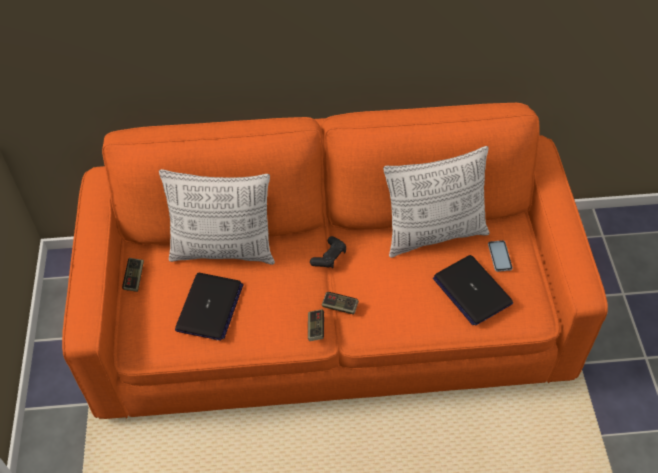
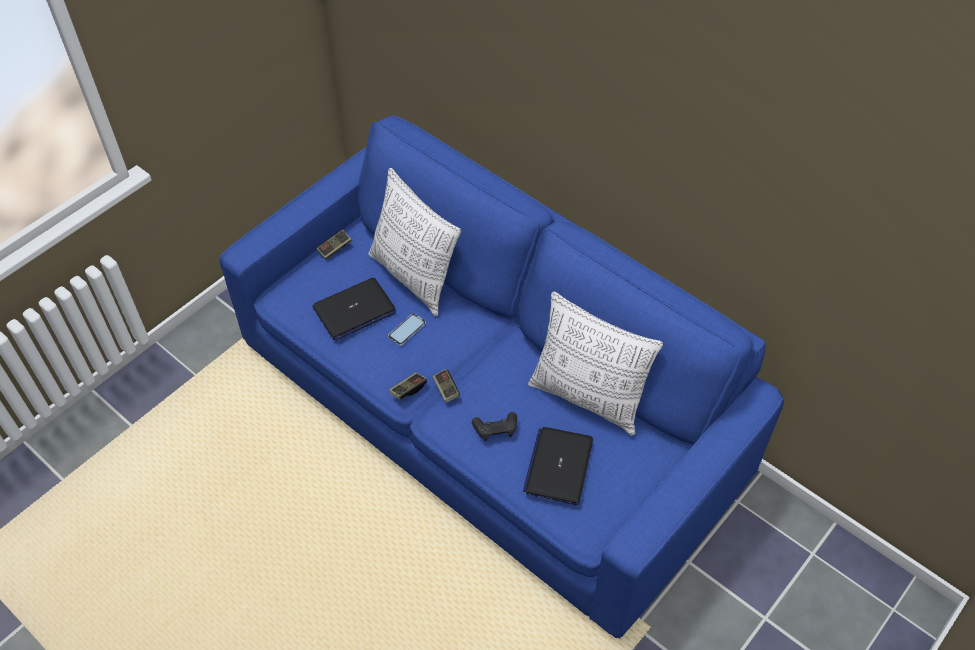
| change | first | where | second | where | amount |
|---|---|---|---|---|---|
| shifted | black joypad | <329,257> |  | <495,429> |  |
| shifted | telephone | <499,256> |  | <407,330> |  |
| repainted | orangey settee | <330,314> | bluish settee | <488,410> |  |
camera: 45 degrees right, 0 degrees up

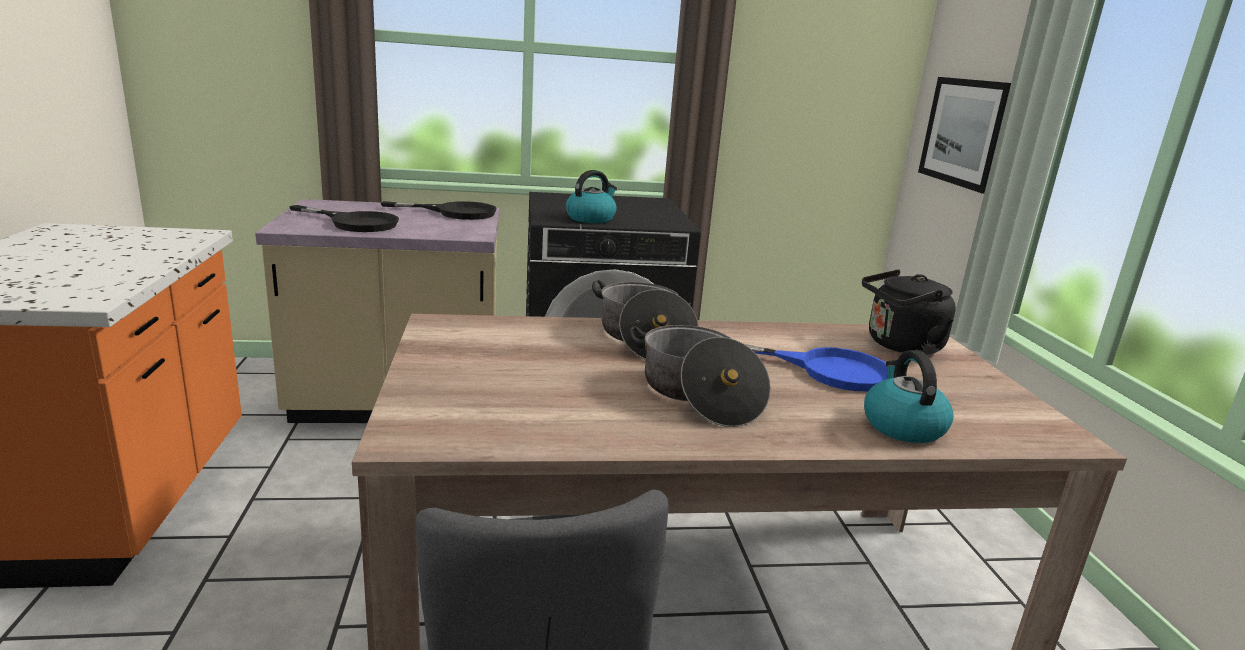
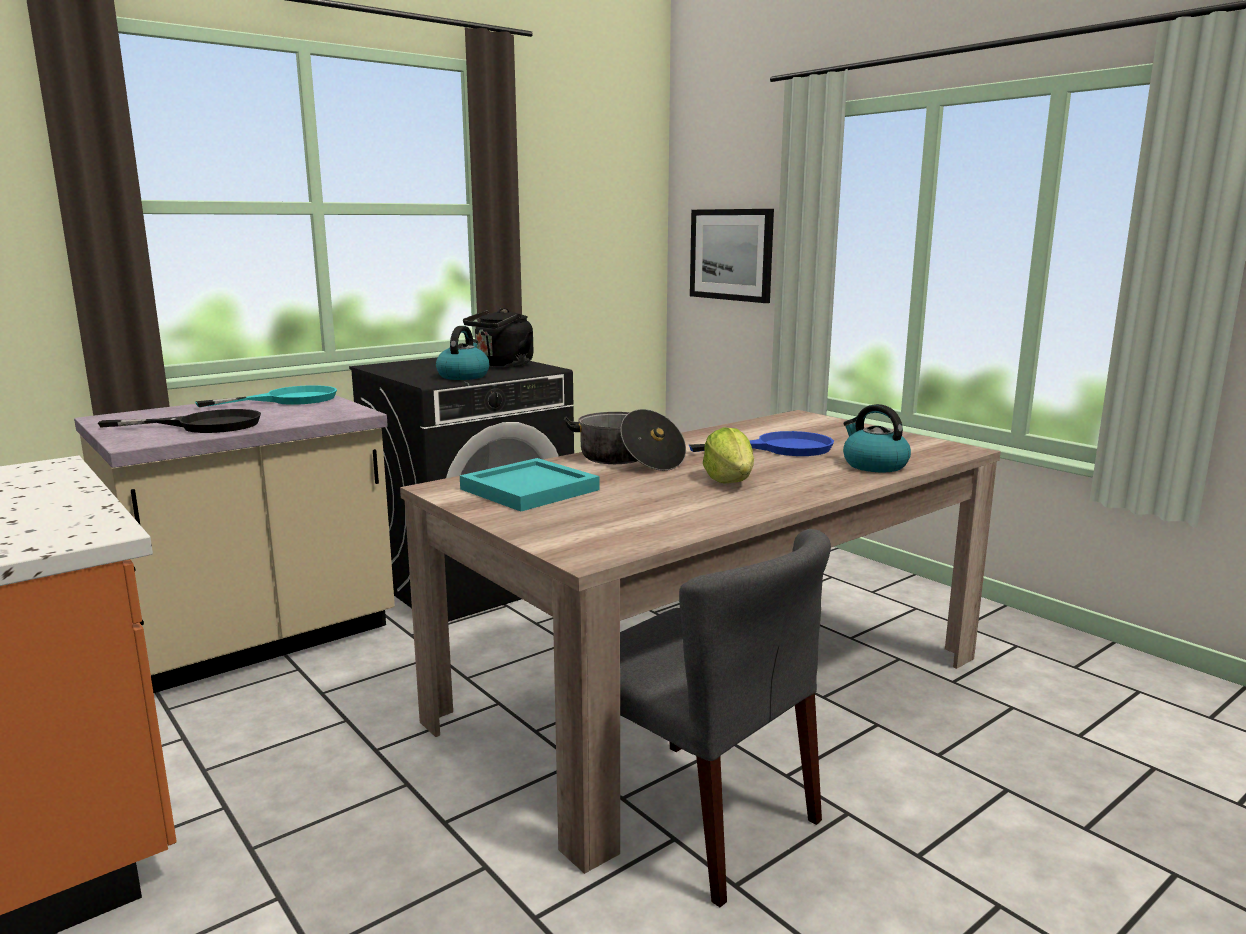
| change | first | where | second | where | amount |
|---|---|---|---|---|---|
| new |  |  | blue-green serving tray | <532,489> |  |
| shifted | black tea kettle | <900,346> |  | <502,365> |  |
| swapped | cooking pot | <697,394> | lettuce | <729,480> |  |
| repainted | black frying pan | <455,212> | blue-green frying pan | <288,400> |  |
camera: 30 degrees left, 5 degrees down

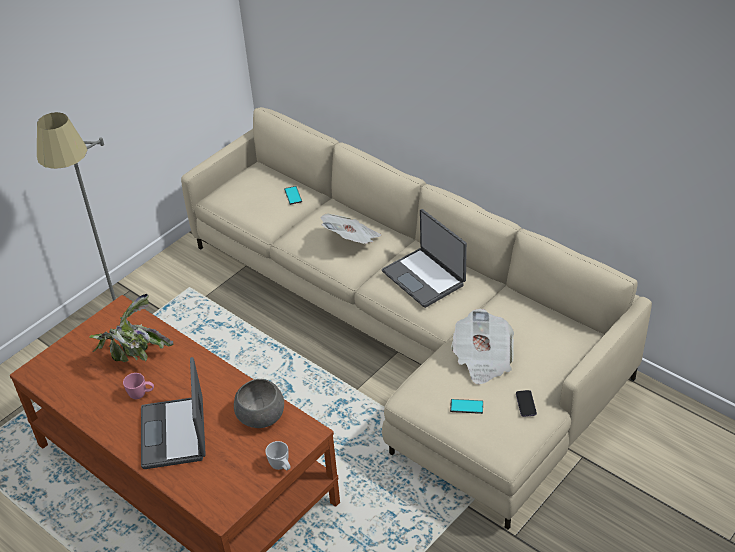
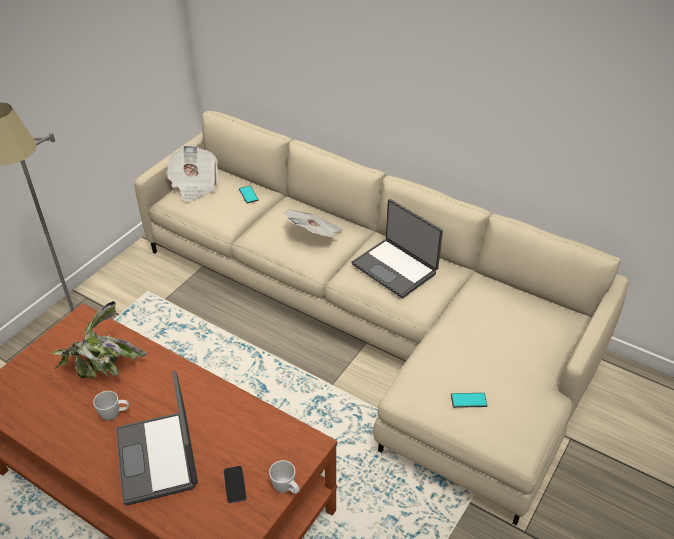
| change | first | where | second | where | amount |
|---|---|---|---|---|---|
| gone | grey deep dish | <260,415> |  |  |  |
| shifted | newspaper | <482,359> |  | <194,185> |  |
| shifted | telephone | <525,404> |  | <235,485> |  |
| repainted | pink-coloured mug | <141,395> | white mug | <115,414> |  |
camera: 10 degrees left, 0 degrees up

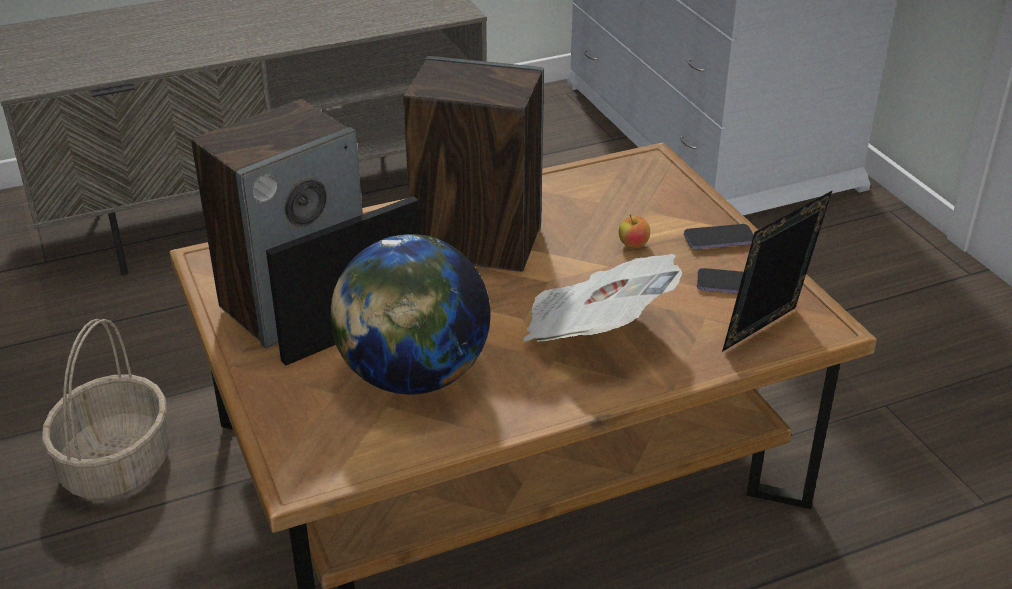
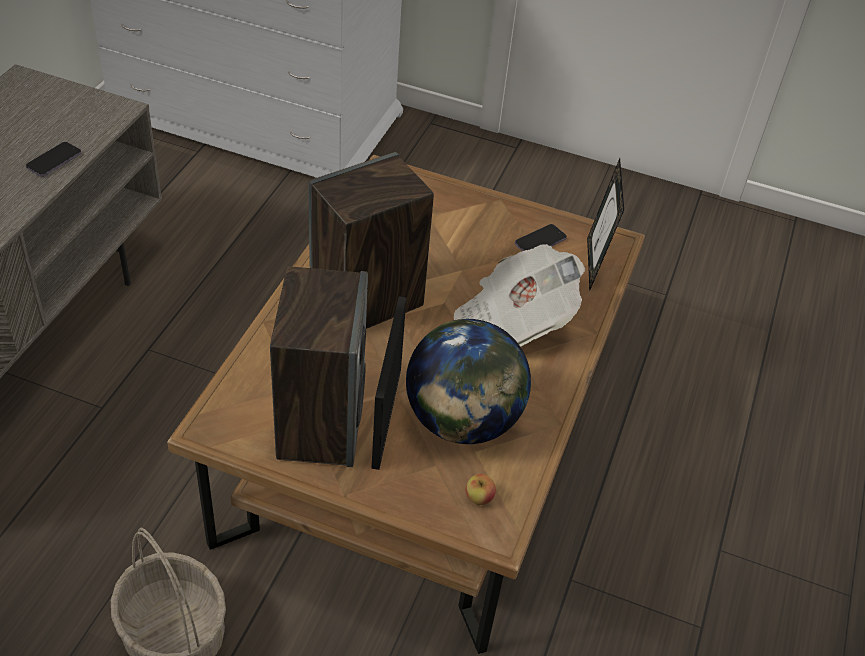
| change | first | where | second | where | amount |
|---|---|---|---|---|---|
| shifted | apple fruit | <633,245> |  | <479,498> |  |
| shifted | telephone | <719,239> |  | <54,161> |  |
camera: 50 degrees left, 10 degrees up

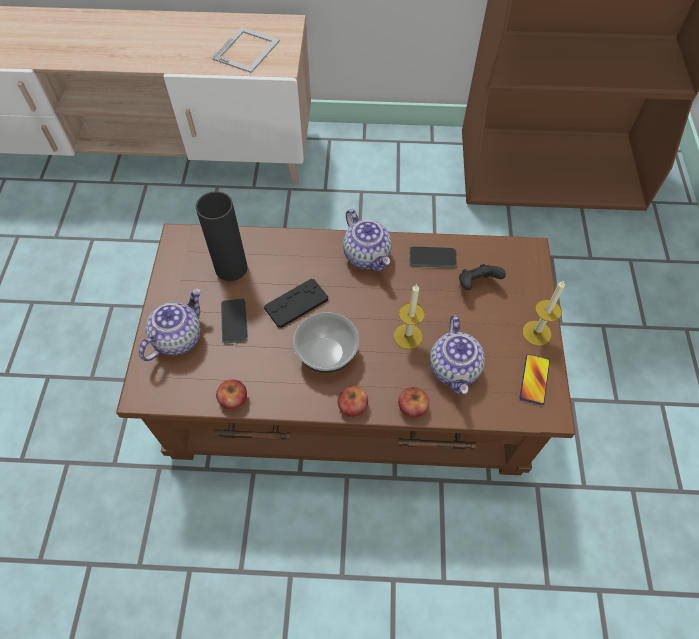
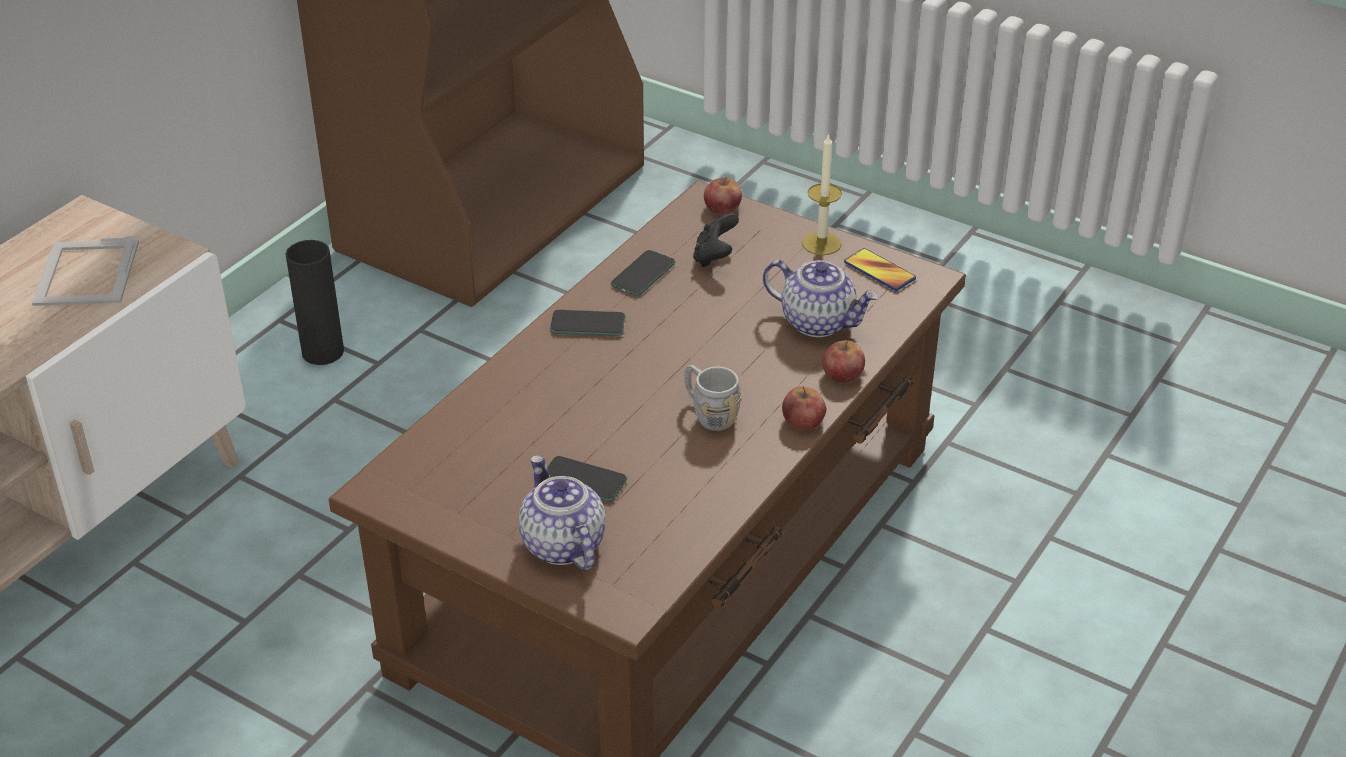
| change | first | where | second | where | amount |
|---|---|---|---|---|---|
| gone | black joypad | <296,304> |  |  |  |
| gone | candle | <408,336> |  |  |  |
| shifted | black flower vase | <231,268> |  | <323,352> |  |
| shifted | apple fruit | <233,399> |  | <722,207> |  |
| swapped | deep dish | <327,353> | grey mug | <709,414> |  |
| swapped | tea pot | <367,255> | telephone | <587,325> |  |
| rotated | picture frame | <247,49> |  | <85,274> | 150 degrees counterclockwise |
camera: 60 degrees left, 20 degrees down

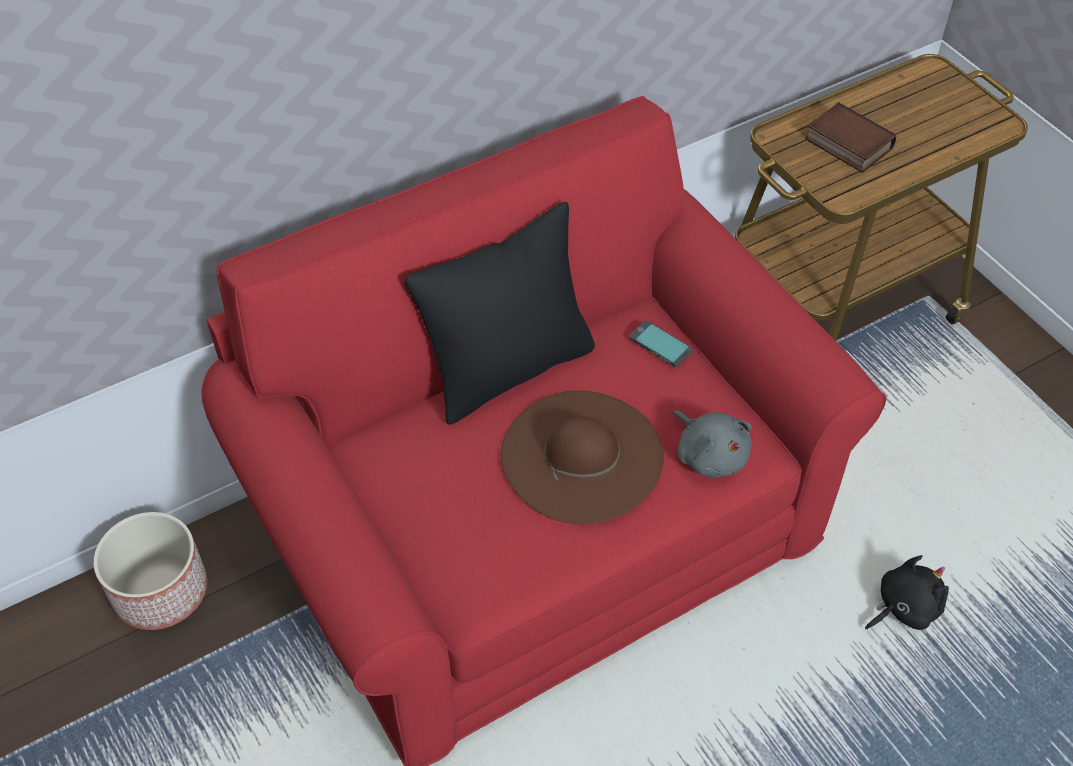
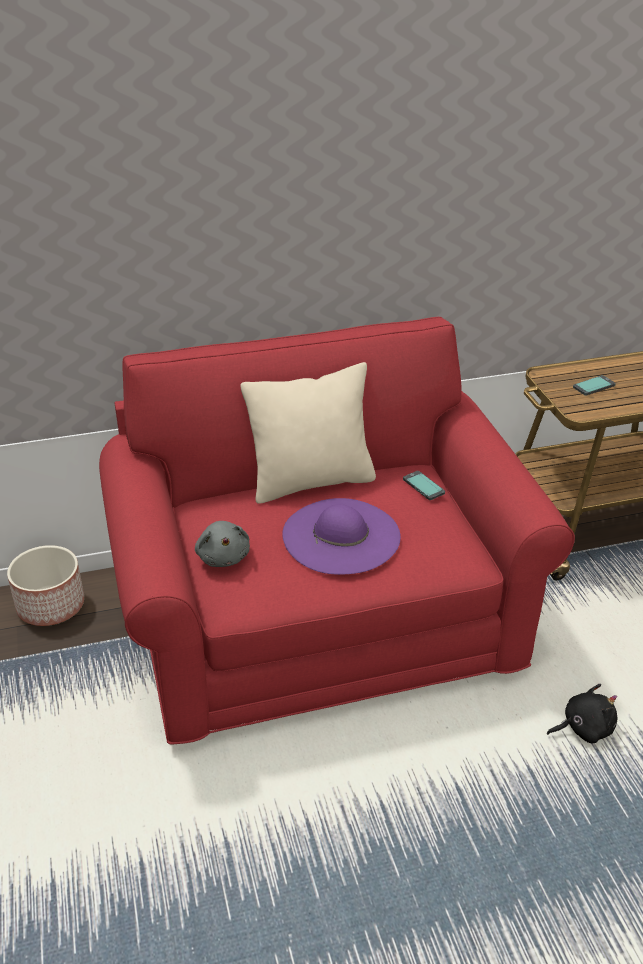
| change | first | where | second | where | amount |
|---|---|---|---|---|---|
| shifted | grey plush toy | <710,455> |  | <223,556> |  |
| swapped | bound book | <846,144> | telephone | <593,386> |  |
| repainted | black throw pillow | <509,370> | sand-coloured throw pillow | <311,482> |  |
| repainted | brown-coloured clothing hat | <582,455> | purple-coloured clothing hat | <341,536> |  |
camera: 15 degrees right, 15 degrees down

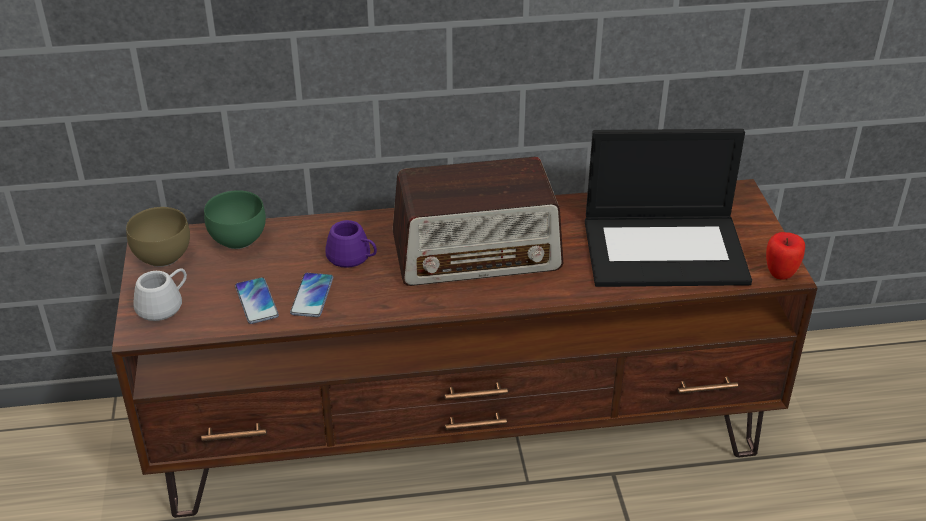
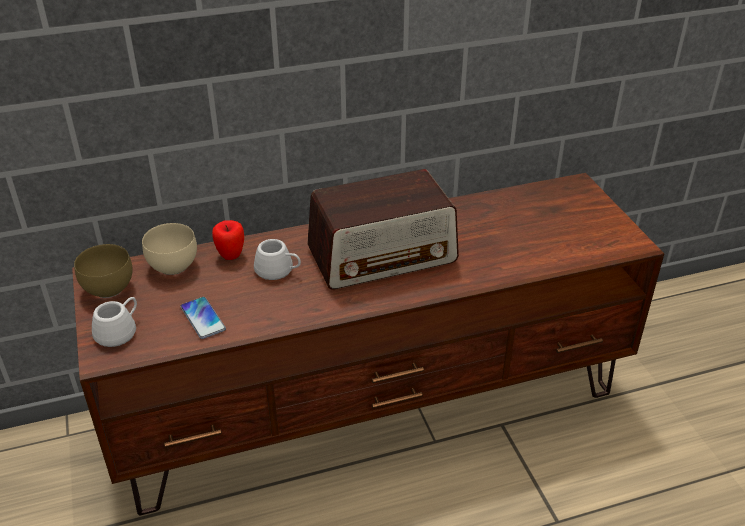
| change | first | where | second | where | amount |
|---|---|---|---|---|---|
| gone | telephone | <312,296> |  |  |  |
| gone | laptop | <666,250> |  |  |  |
| shifted | apple fruit | <780,274> |  | <231,255> |  |
| repainted | greenish deep dish | <240,240> | sand-coloured deep dish | <175,266> |  |
| repainted | purple-coloured mug | <353,257> | white mug | <278,271> |  |
camera: 10 degrees left, 0 degrees up

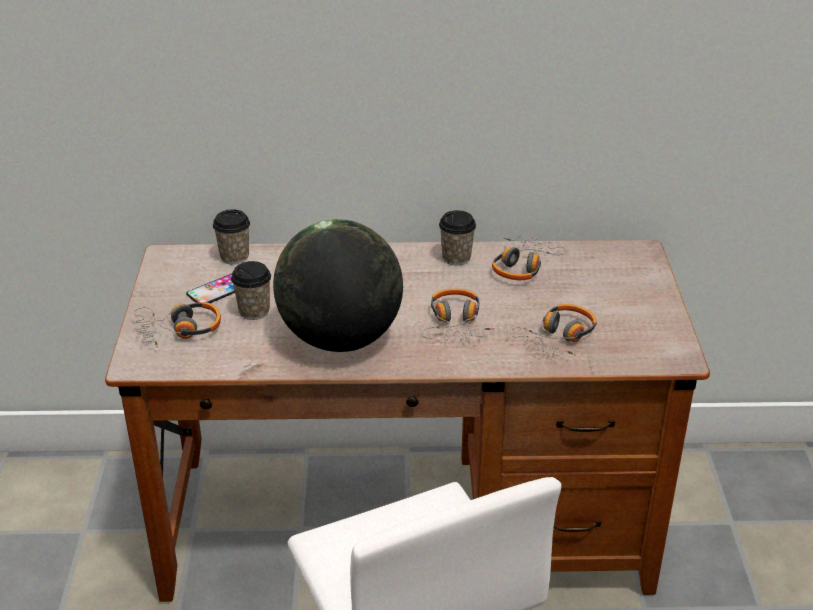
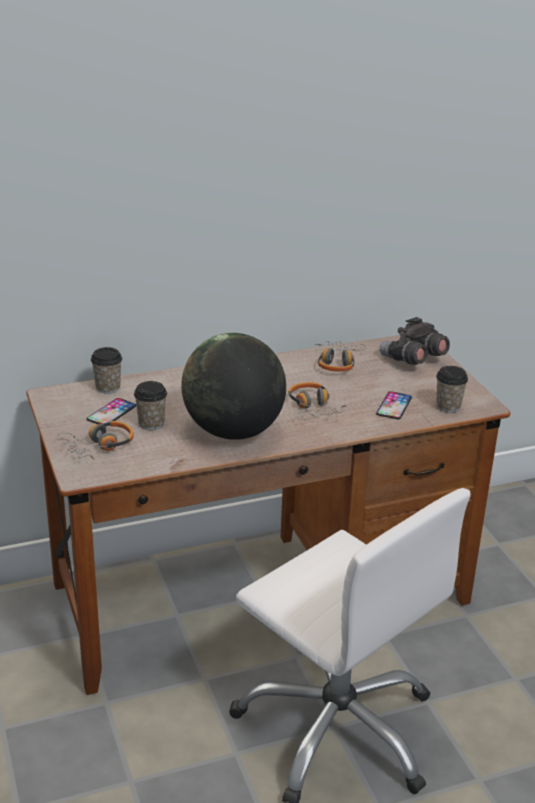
| change | first | where | second | where | amount |
|---|---|---|---|---|---|
| new |  |  | grey binoculars | <412,360> |  |
| shifted | drinking cup | <456,258> |  | <448,406> |  |
| swapped | headphones | <558,338> | telephone | <394,406> |  |
camera: 20 degrees left, 5 degrees down

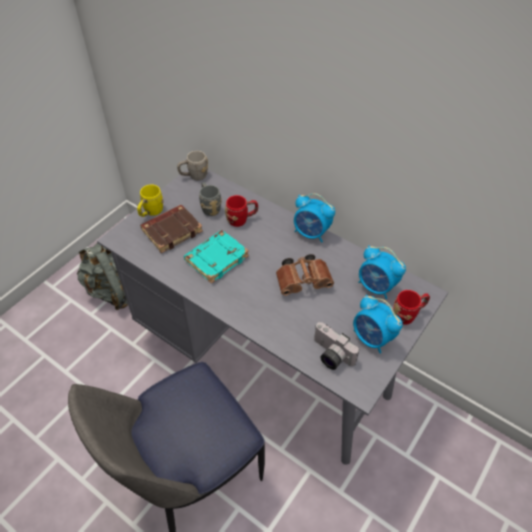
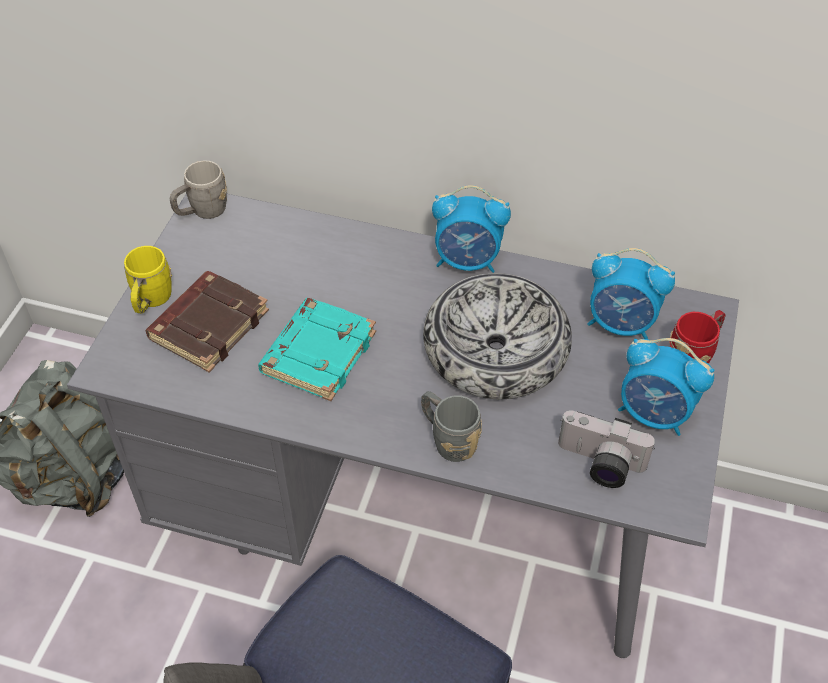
| change | first | where | second | where | amount |
|---|---|---|---|---|---|
| gone | red-coloured mug | <242,219> |  |  |  |
| shifted | grey mug | <209,207> |  | <448,439> |  |
| swapped | brown-coloured binoculars | <304,281> | deep dish | <496,349> |  |
camera: 20 degrees left, 0 degrees up

